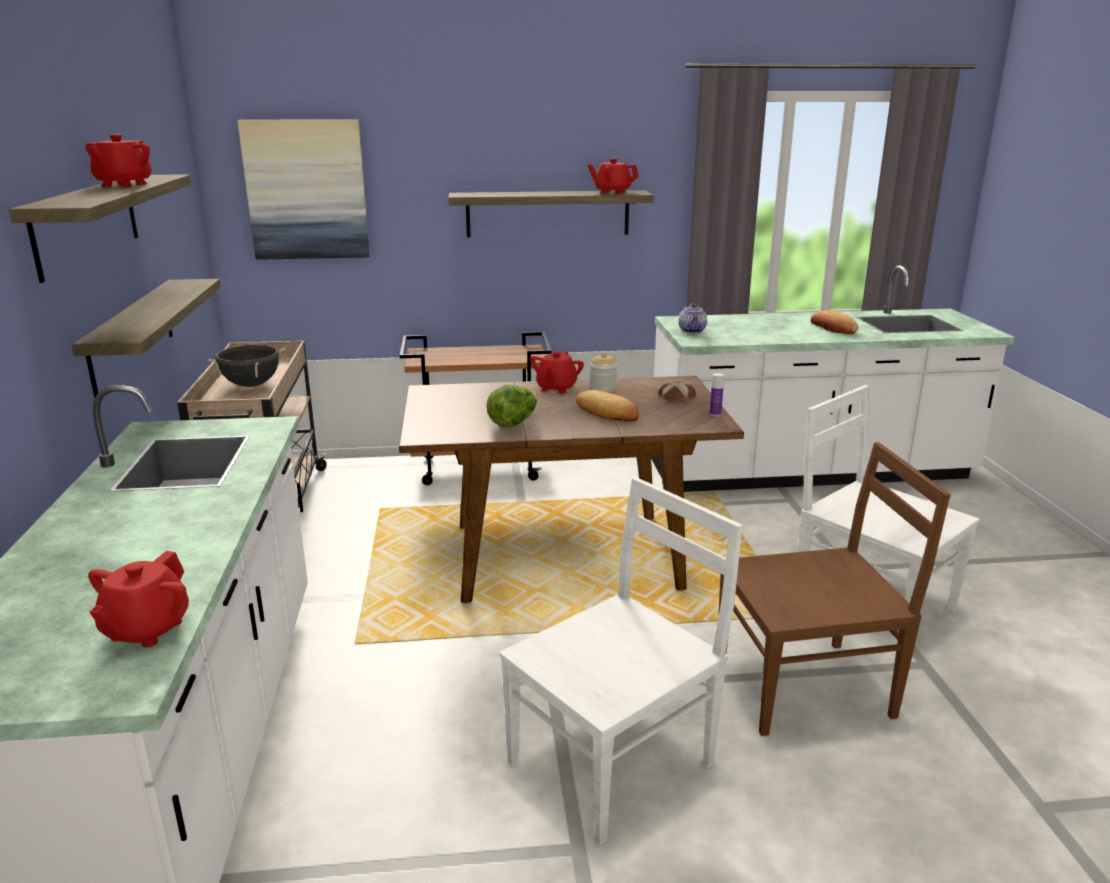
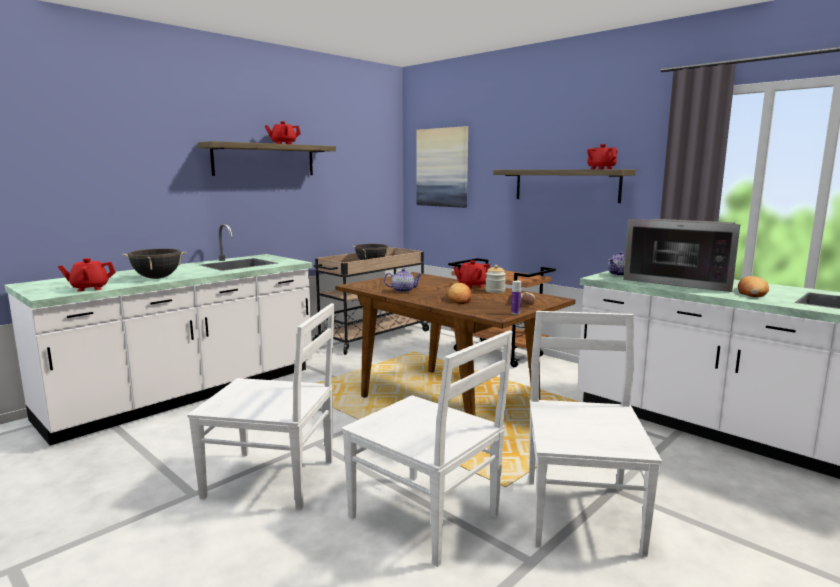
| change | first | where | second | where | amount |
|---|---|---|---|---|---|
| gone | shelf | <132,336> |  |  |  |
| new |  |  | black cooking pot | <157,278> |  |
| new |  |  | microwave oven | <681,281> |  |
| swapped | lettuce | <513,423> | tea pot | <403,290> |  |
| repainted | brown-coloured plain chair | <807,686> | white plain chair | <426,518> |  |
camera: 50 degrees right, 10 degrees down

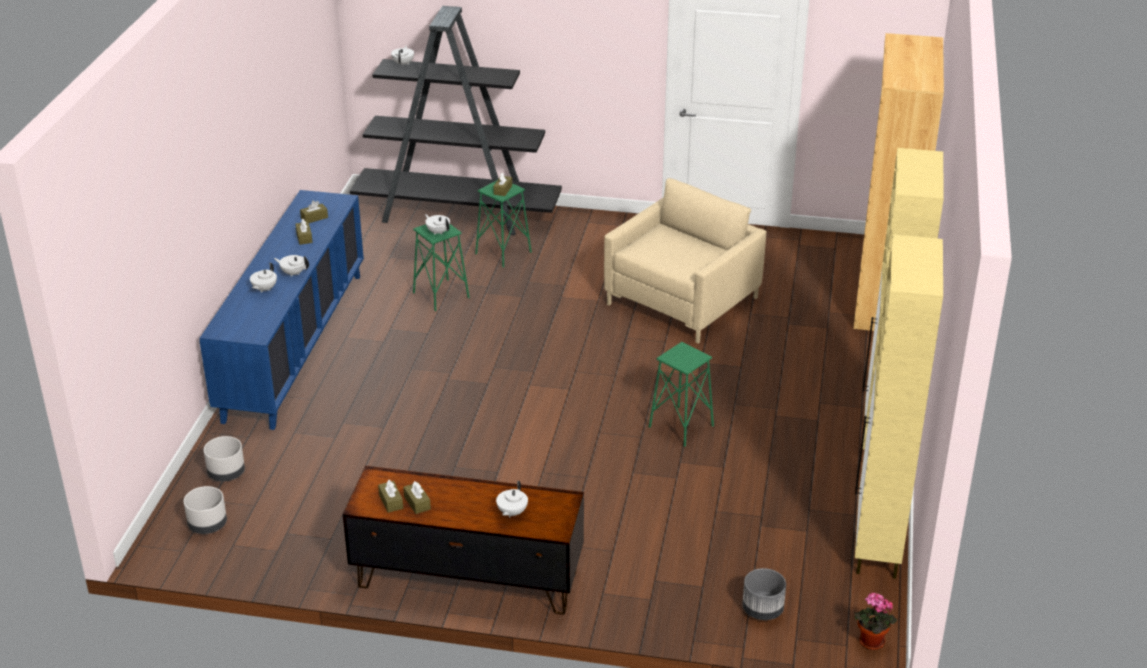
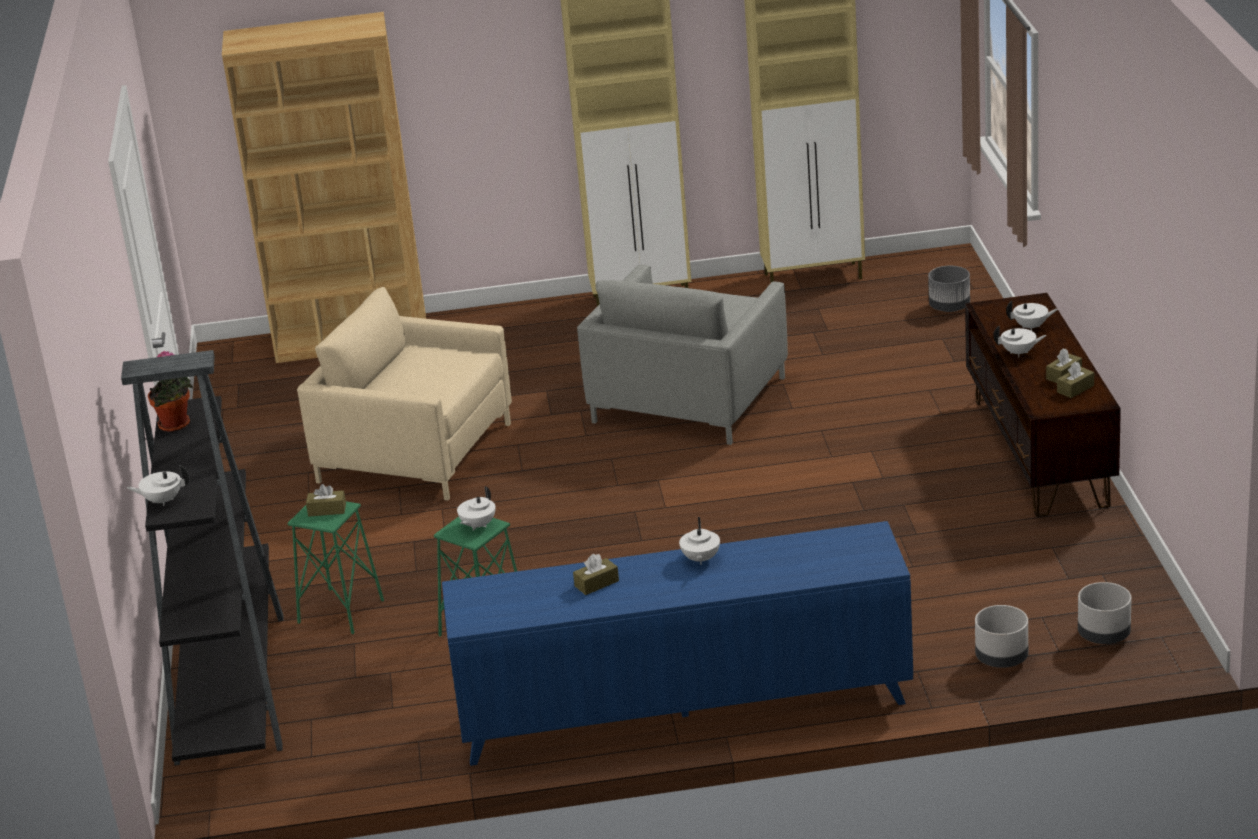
| change | first | where | second | where | amount |
|---|---|---|---|---|---|
| gone | brown-coloured tissue holder | <314,218> |  |  |  |
| shifted | white tea pot | <264,289> |  | <1019,353> |  |
| shifted | potted plant | <870,643> |  | <177,425> |  |
| swapped | greenish stool seat | <681,426> | grey armchair | <688,399> |  |
camera: 105 degrees left, 5 degrees down

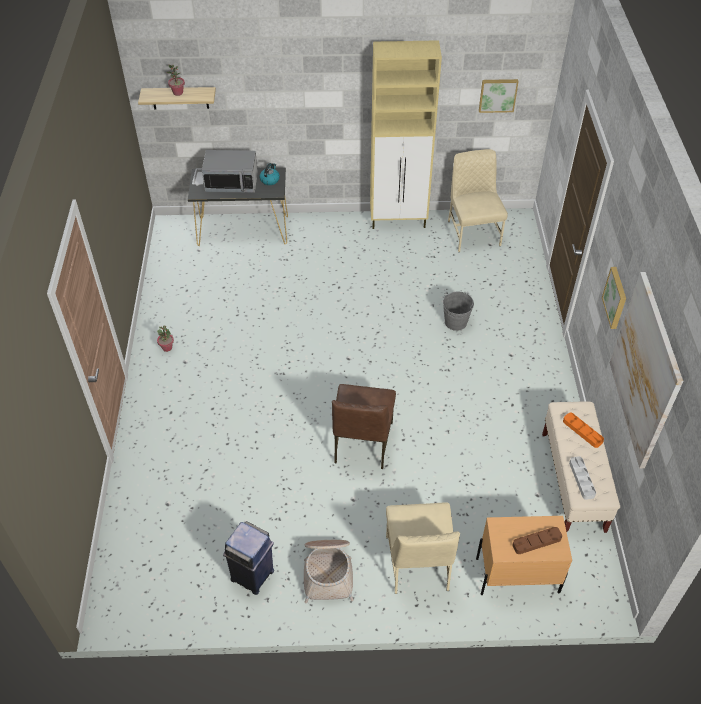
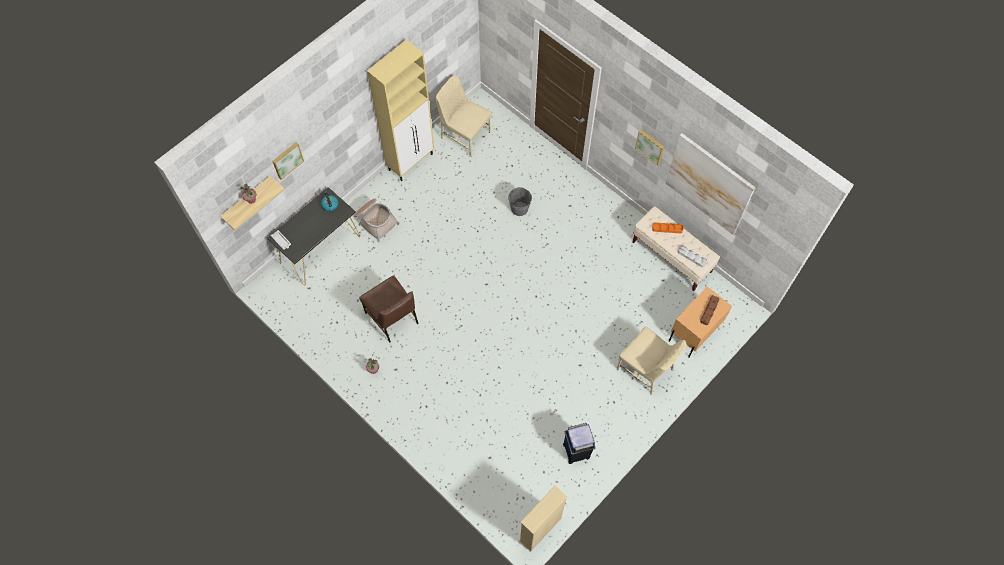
| change | first | where | second | where | amount |
|---|---|---|---|---|---|
| gone | microwave oven | <232,183> |  |  |  |
| new |  |  | sand-coloured bookshelf | <540,529> |  |
| shifted | basket | <328,571> |  | <375,221> |  |
| shifted | brown-coloured plain chair | <362,443> |  | <393,318> |  |
| shifted | wall art | <497,95> |  | <287,160> |  |
camera: 45 degrees left, 15 degrees up

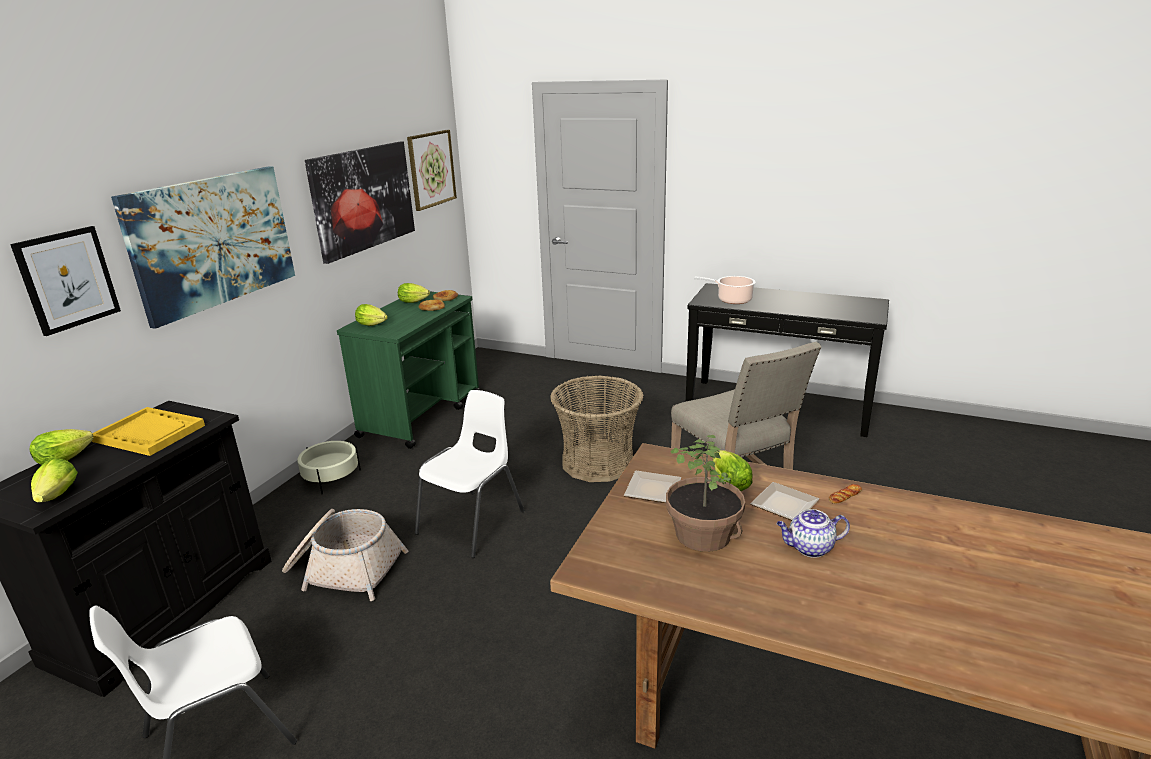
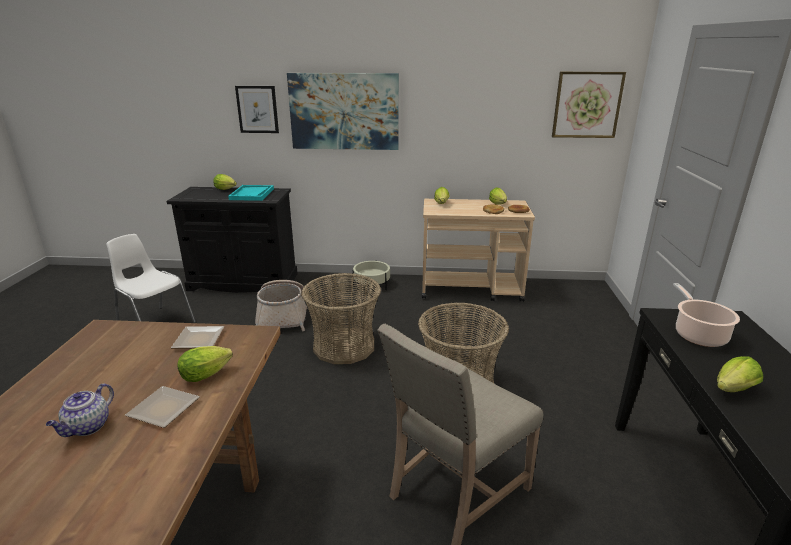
| change | first | where | second | where | amount |
|---|---|---|---|---|---|
| gone | wall art | <363,199> |  |  |  |
| gone | potted plant | <703,534> |  |  |  |
| gone | bread | <844,496> |  |  |  |
| shifted | lettuce | <56,497> |  | <731,390> |  |
| swapped | white plain chair | <473,522> | basket | <344,346> |  |
| repainted | yellow-coloured serving tray | <150,433> | blue-green serving tray | <252,194> |  |
| repainted | greenish wheeled cart | <422,414> | sand-coloured wheeled cart | <471,289> |  |
| rotated | tea pot | <809,548> |  | <87,427> | 135 degrees counterclockwise |
camera: 70 degrees right, 0 degrees up

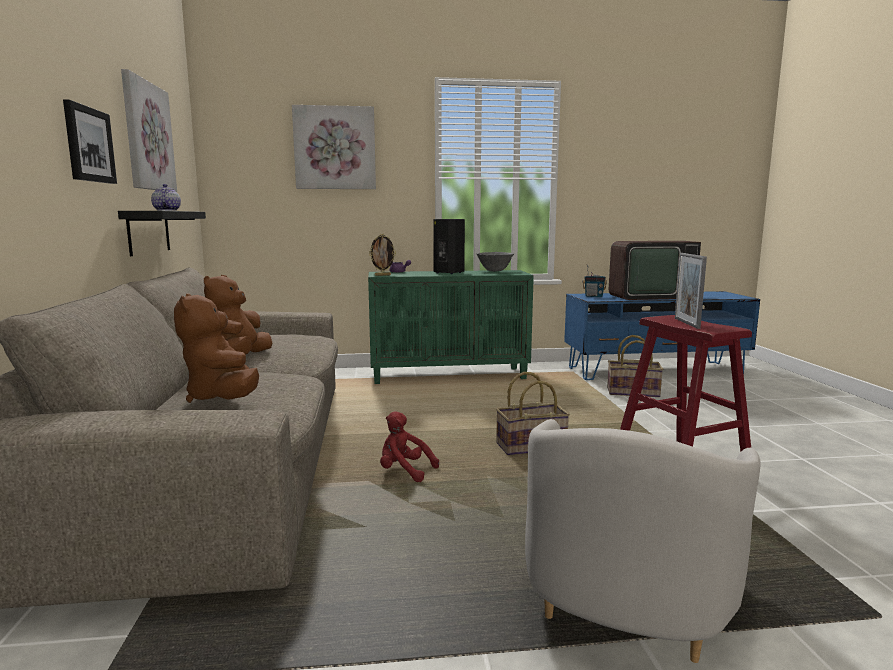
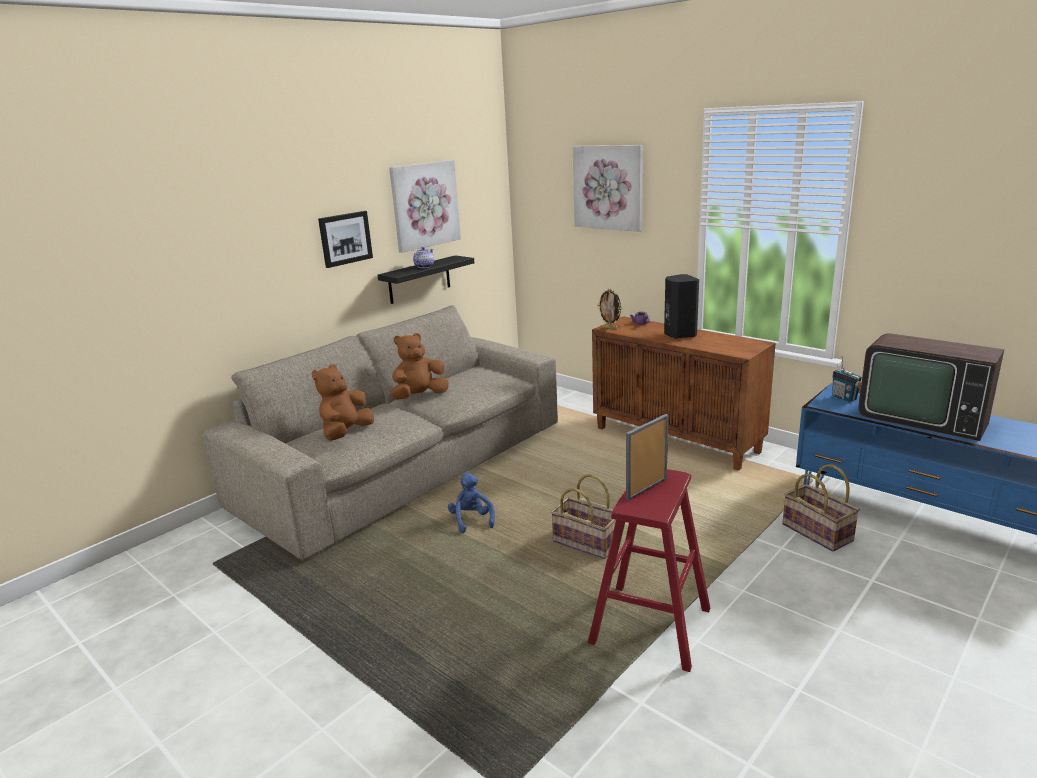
| change | first | where | second | where | amount |
|---|---|---|---|---|---|
| gone | grey deep dish | <495,271> |  |  |  |
| gone | white armchair | <626,599> |  |  |  |
| repainted | greenish storage cabinet | <449,375> | brown-coloured storage cabinet | <677,440> |  |
| repainted | red-coloured plush toy | <404,471> | bluish plush toy | <472,520> |  |
camera: 50 degrees right, 10 degrees up

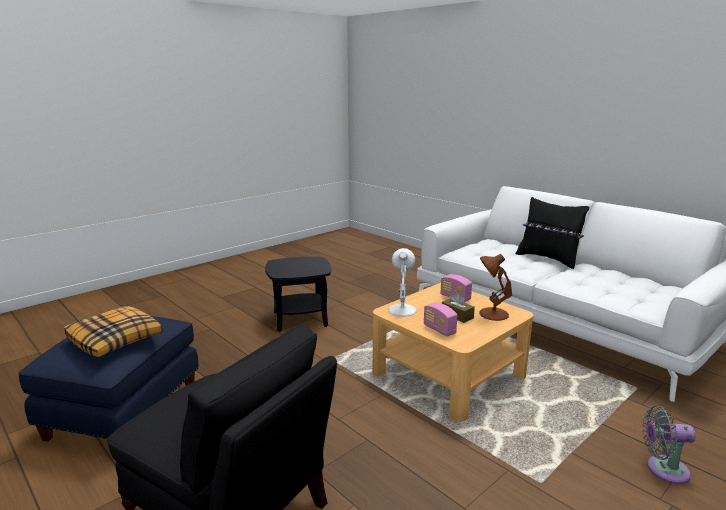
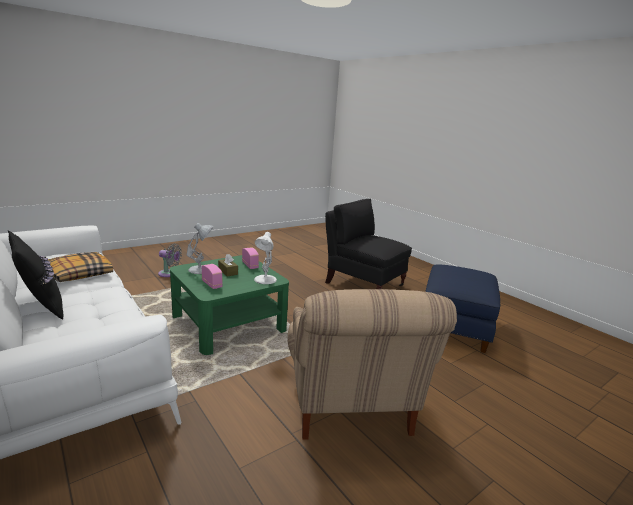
| change | first | where | second | where | amount |
|---|---|---|---|---|---|
| shifted | throw pillow | <116,339> |  | <79,274> |  |
| swapped | black end table | <300,319> | sand-coloured armchair | <350,404> |  |
| repainted | sand-coloured lounge table | <449,374> | greenish lounge table | <228,323> |  |
| repainted | brown-coloured table lamp | <492,314> | white table lamp | <201,269> |  |
camera: 175 degrees left, 0 degrees up

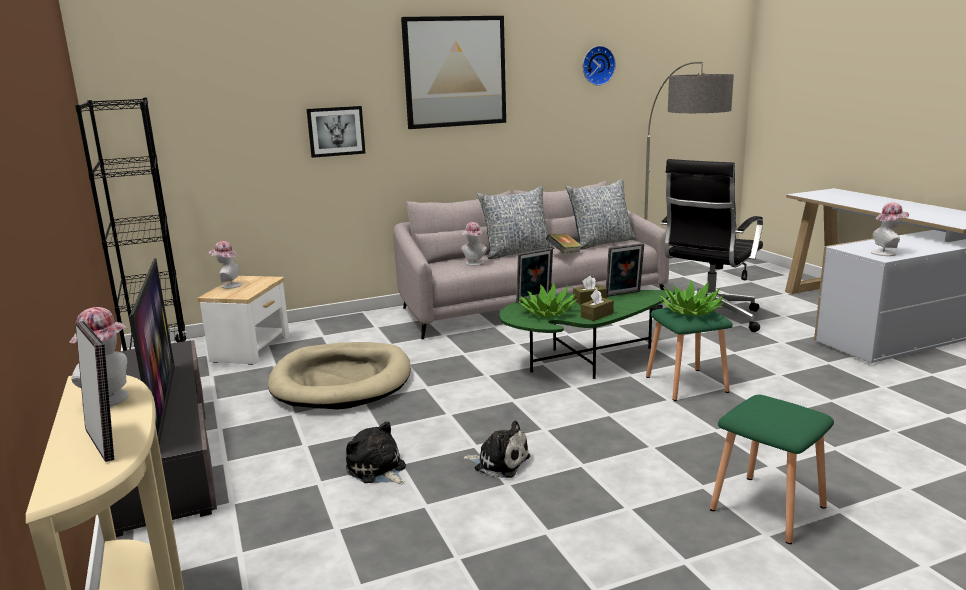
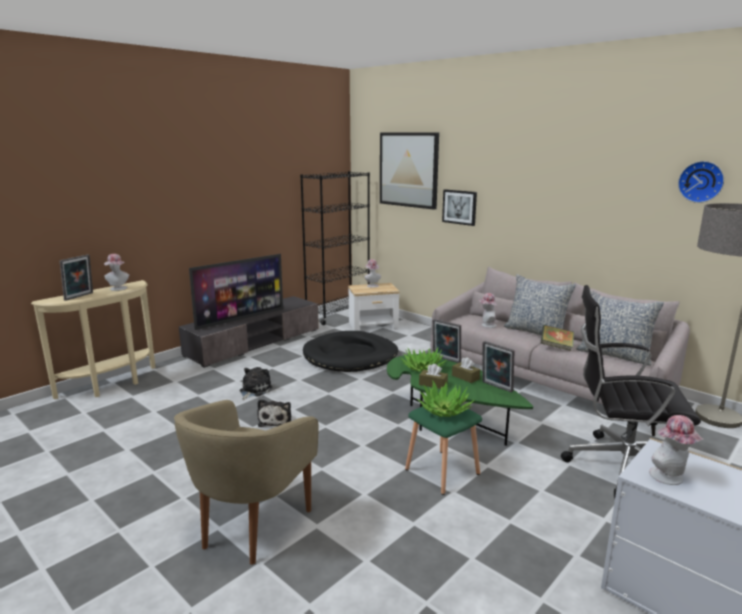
| change | first | where | second | where | amount |
|---|---|---|---|---|---|
| shifted | wall art | <455,72> |  | <408,170> |  |
| swapped | greenish stool seat | <768,509> | sand-coloured armchair | <251,527> |  |
| repainted | sand-coloured dog cushion | <342,381> | black dog cushion | <351,356> |  |
camera: 65 degrees right, 0 degrees up

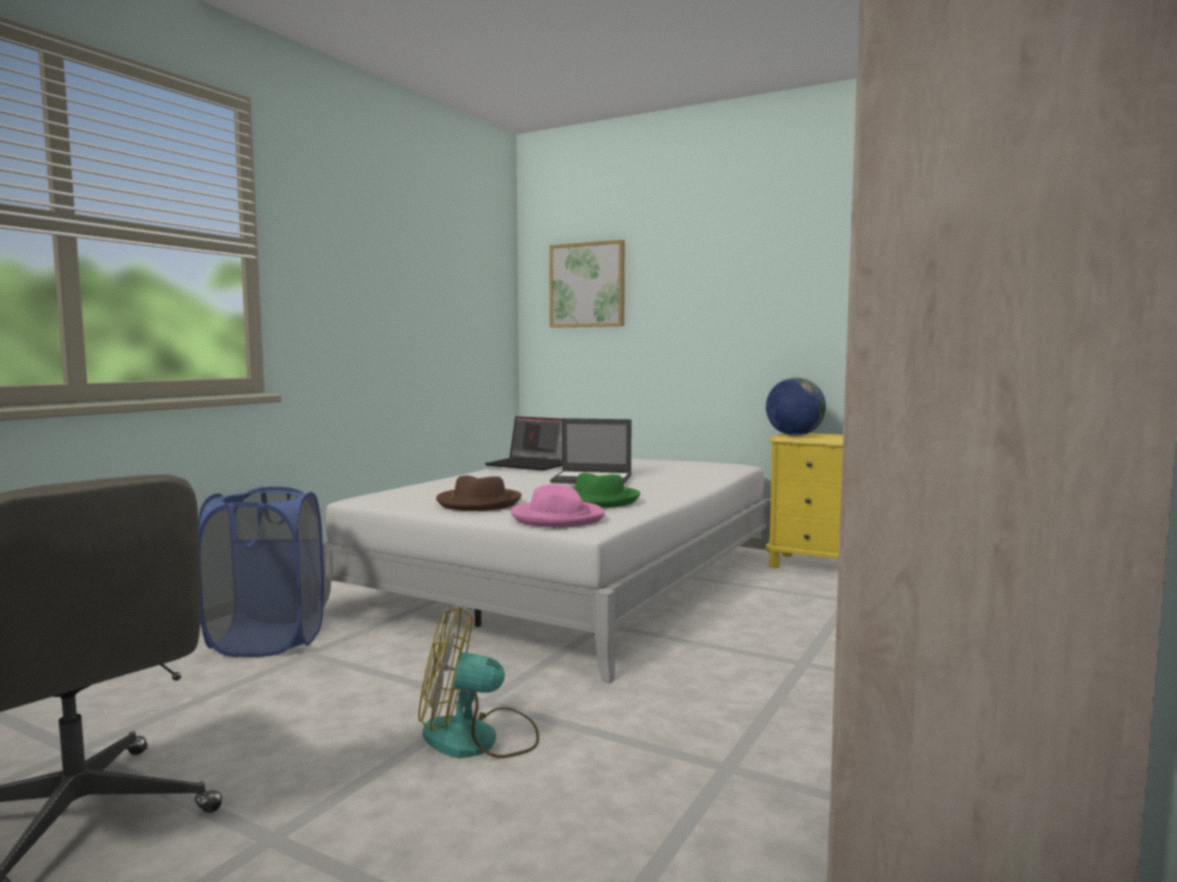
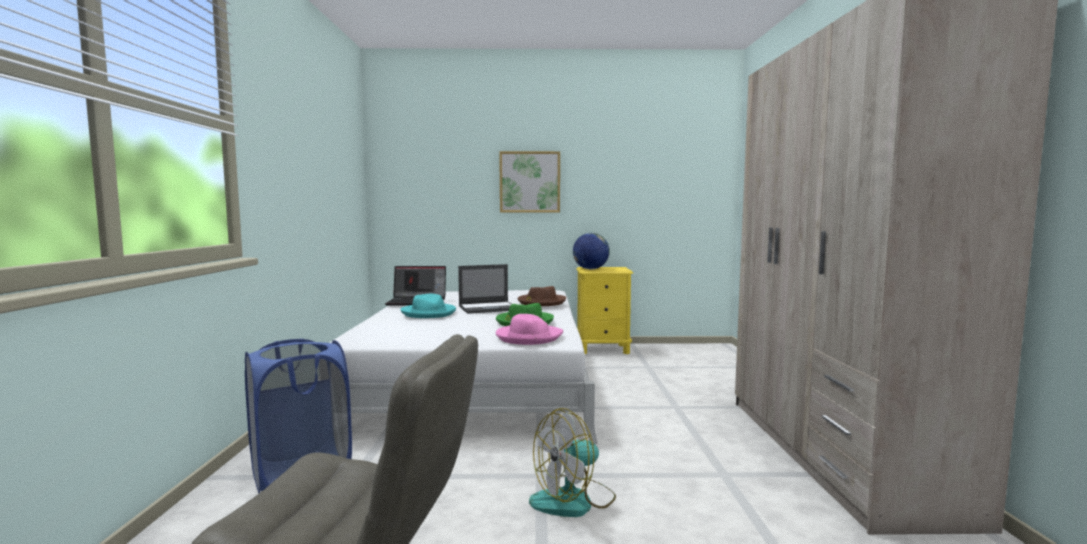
| change | first | where | second | where | amount |
|---|---|---|---|---|---|
| new |  |  | blue-green clothing hat | <429,313> |  |
| shifted | brown-coloured clothing hat | <478,503> |  | <541,302> |  |
| shifted | wall art | <587,285> |  | <530,182> |  |
camera: 30 degrees left, 0 degrees up

